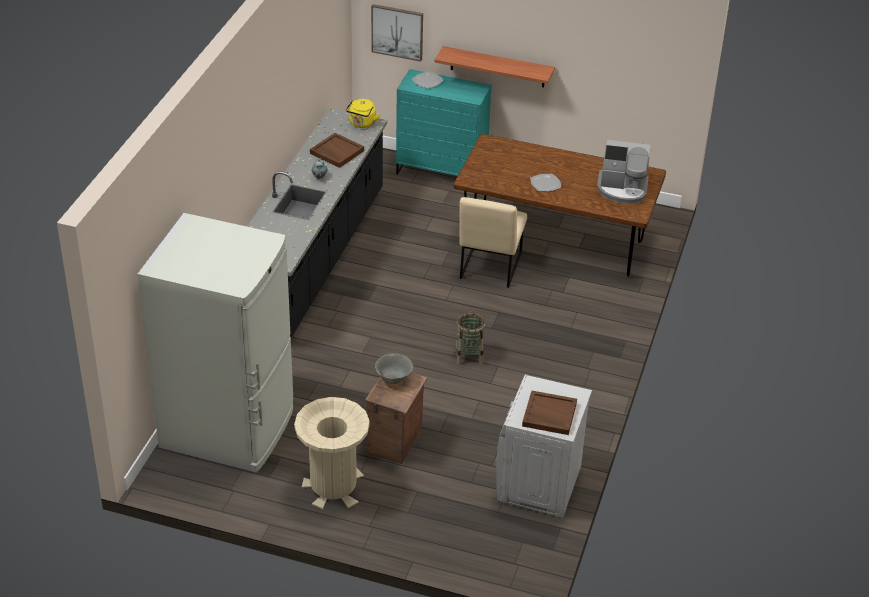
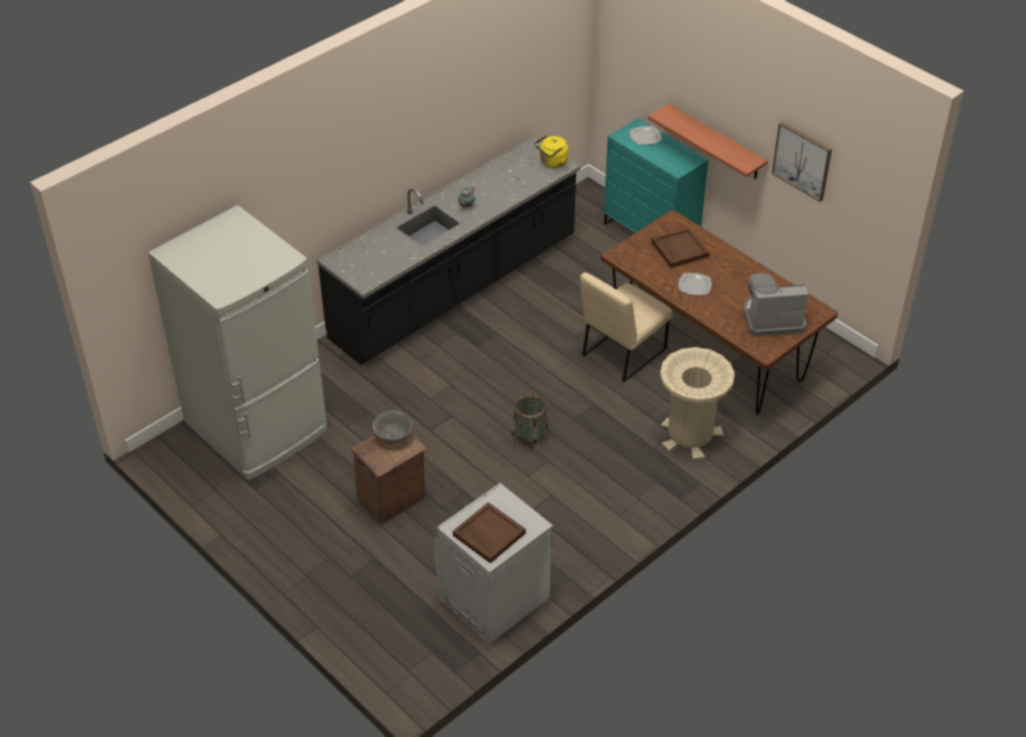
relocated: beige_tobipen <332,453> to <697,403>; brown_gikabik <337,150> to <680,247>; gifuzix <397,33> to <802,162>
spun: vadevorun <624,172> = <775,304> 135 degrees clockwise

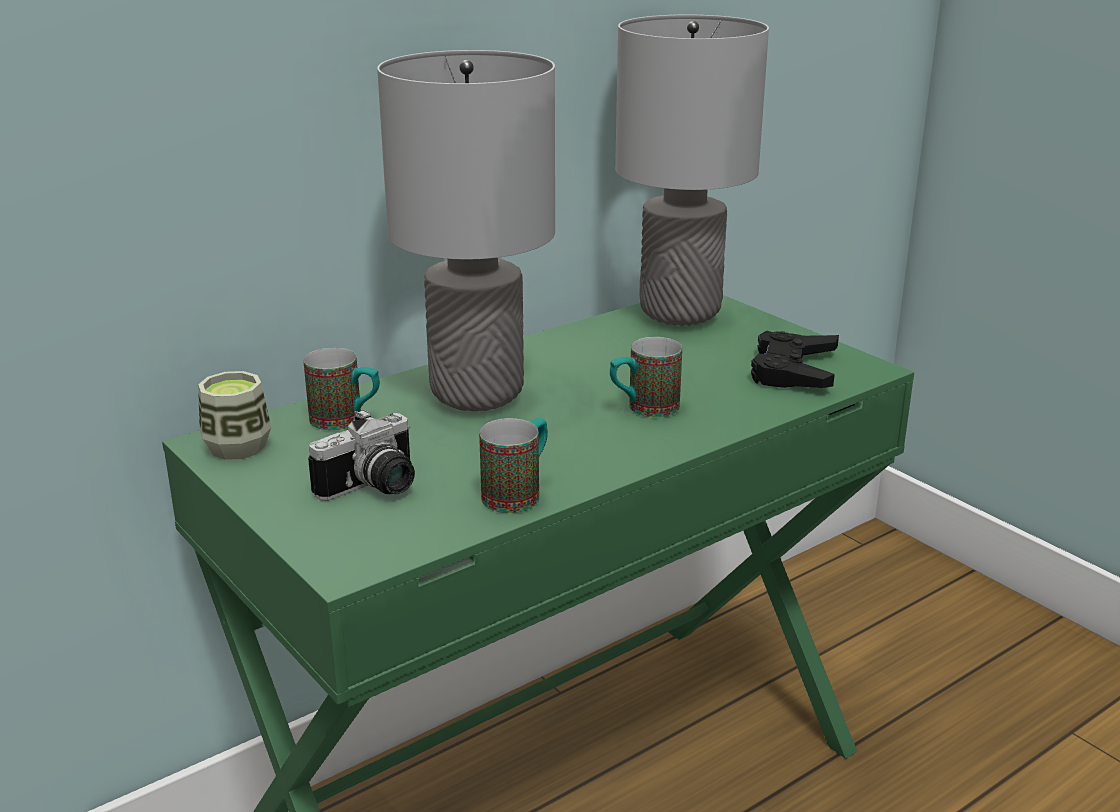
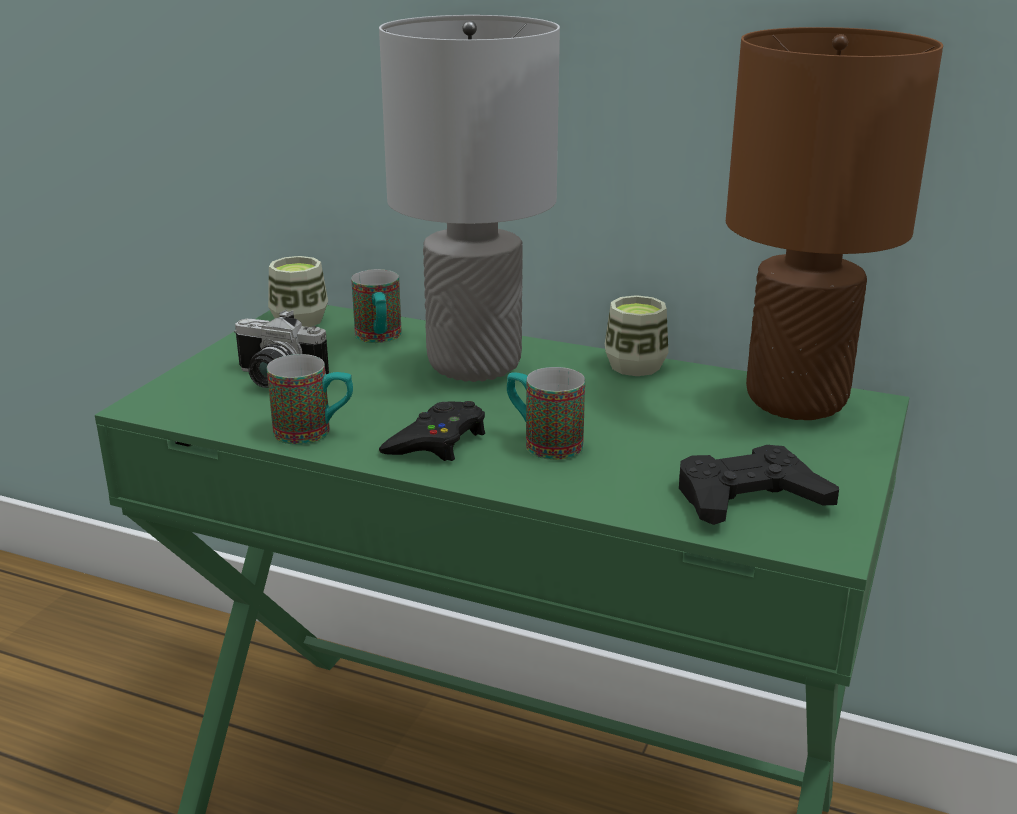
appeared: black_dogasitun <432,431>; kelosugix <636,335>
colour: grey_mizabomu <692,170> to brown_mizabomu <834,223>

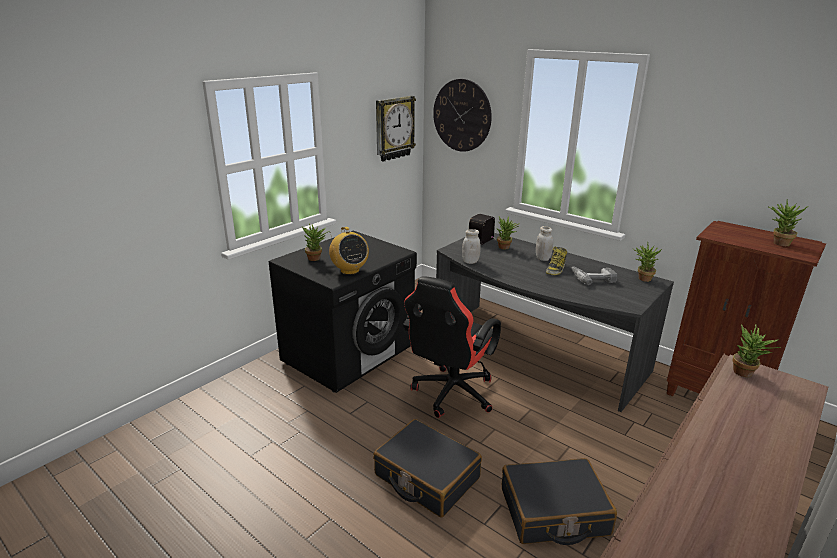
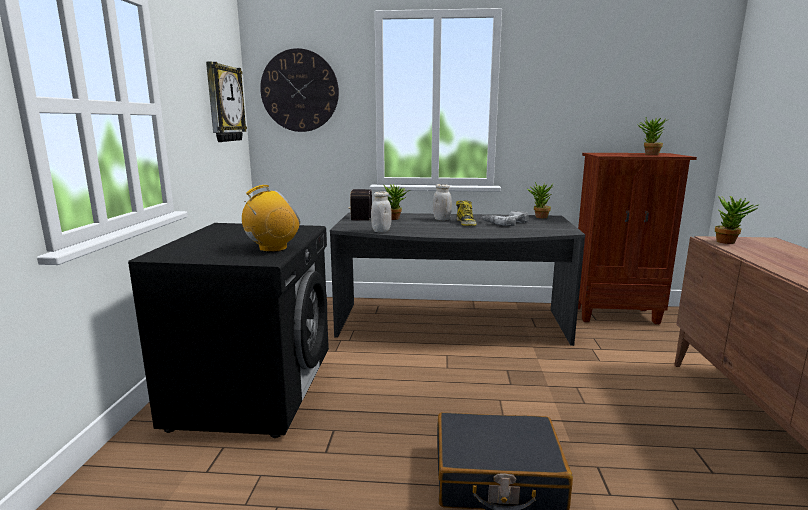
missing: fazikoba <315,242>; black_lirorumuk <452,347>; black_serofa <559,501>
spun: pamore <349,251> = <271,218> 60 degrees counterclockwise

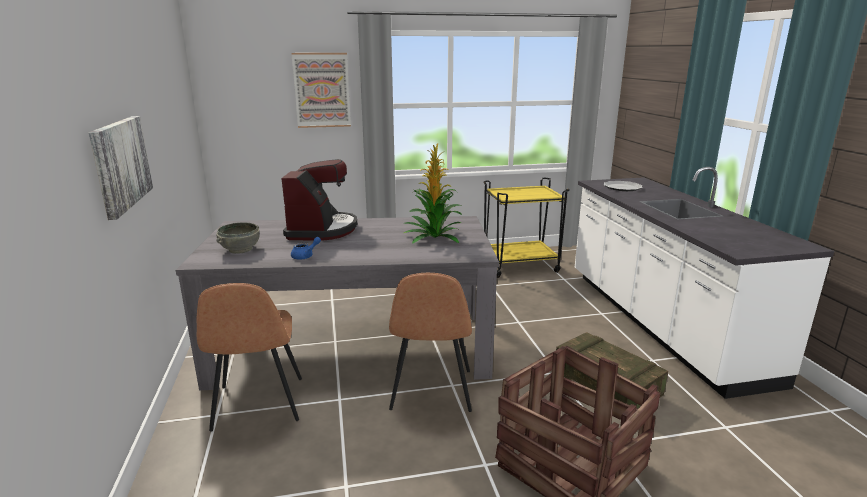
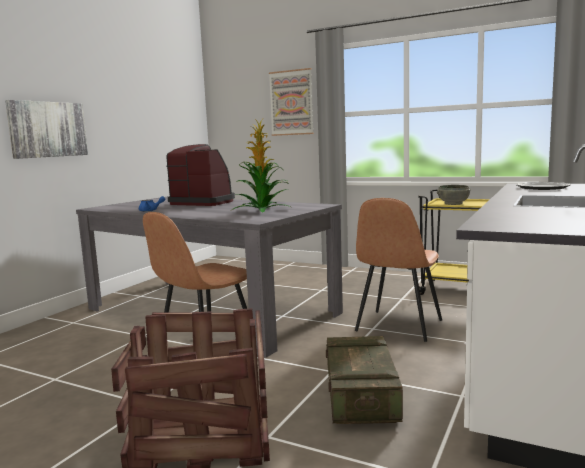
relocated: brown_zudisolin <249,357> to <398,270>; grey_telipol <238,238> to <453,195>
spun: vadevorun <319,200> = <200,175> 105 degrees counterclockwise

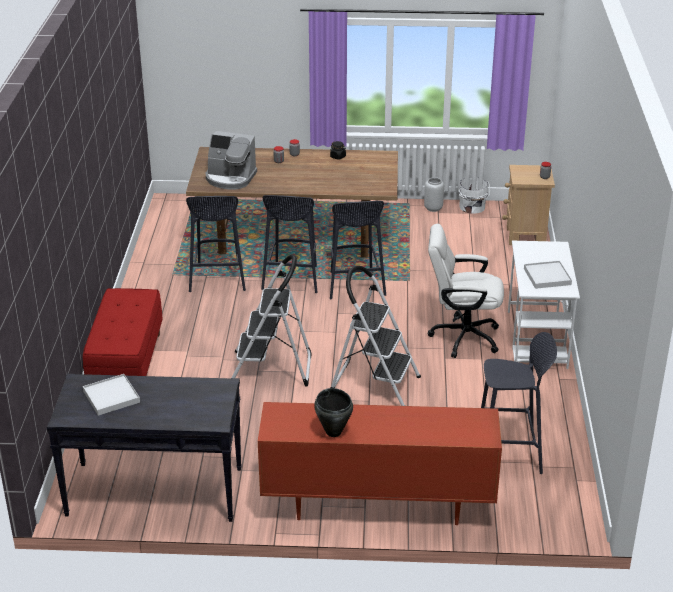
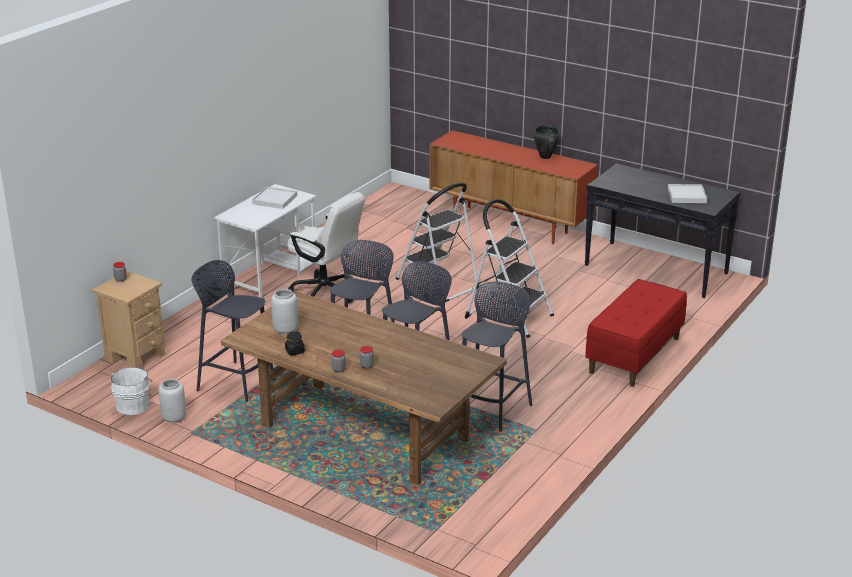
missing: vadevorun <231,160>
appeared: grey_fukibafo <284,312>
relocated: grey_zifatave <519,403> to <233,331>

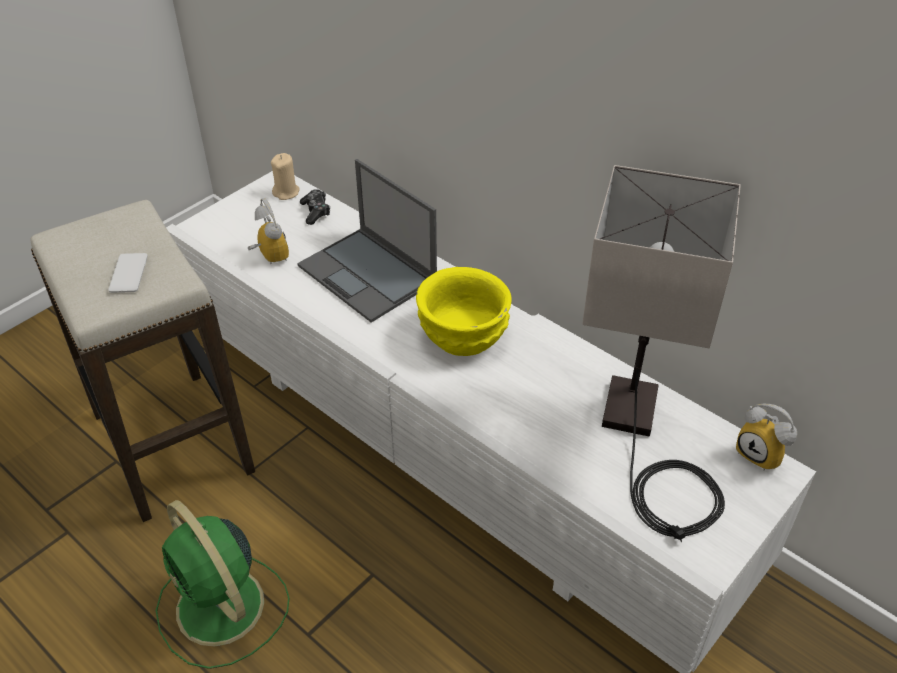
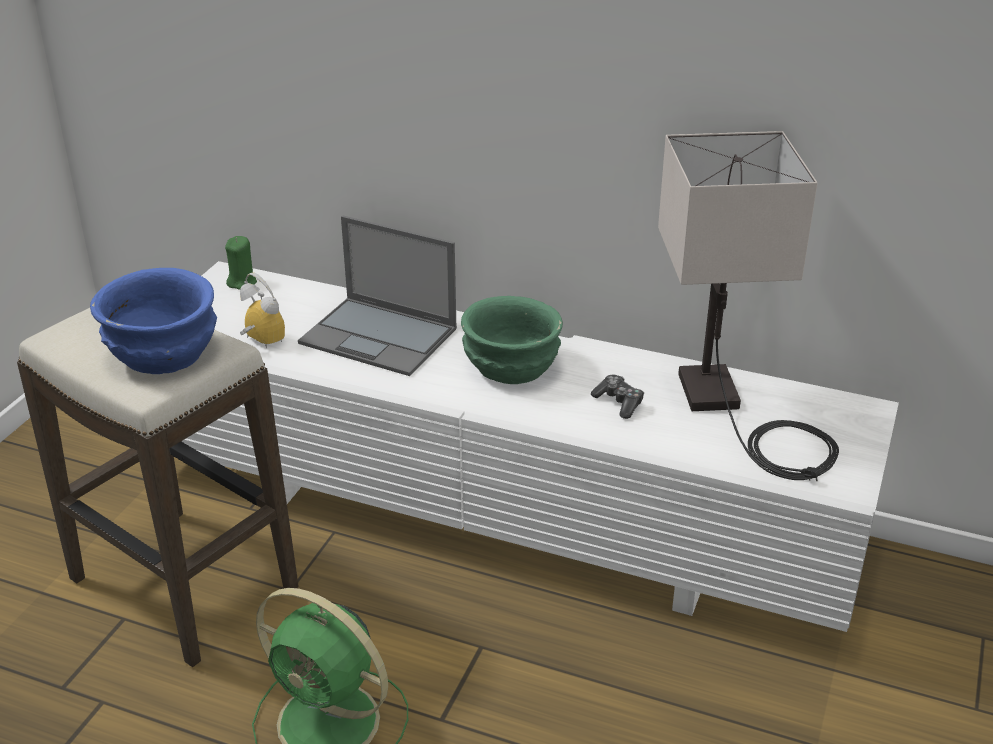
missing: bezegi <766,437>
relocated: dogasitun <315,207> to <617,397>
exchanged: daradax <128,273> to blue_telipol <153,321>
colour: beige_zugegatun <285,176> to green_zugegatun <241,263>; yellow_telipol <464,311> to green_telipol <512,340>

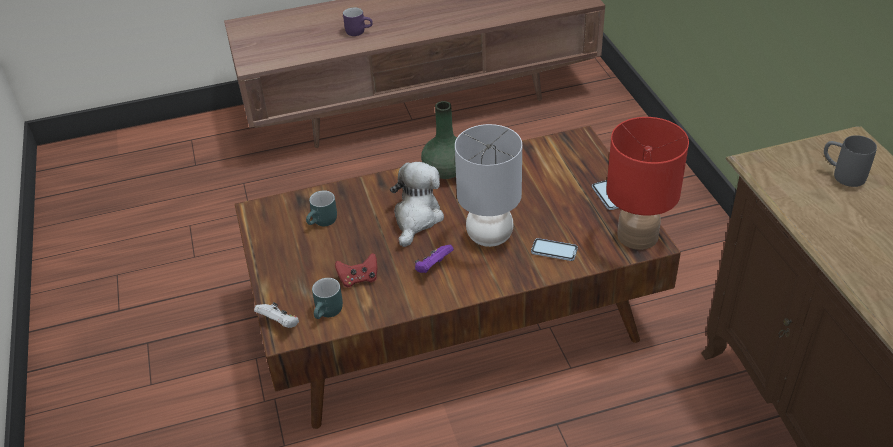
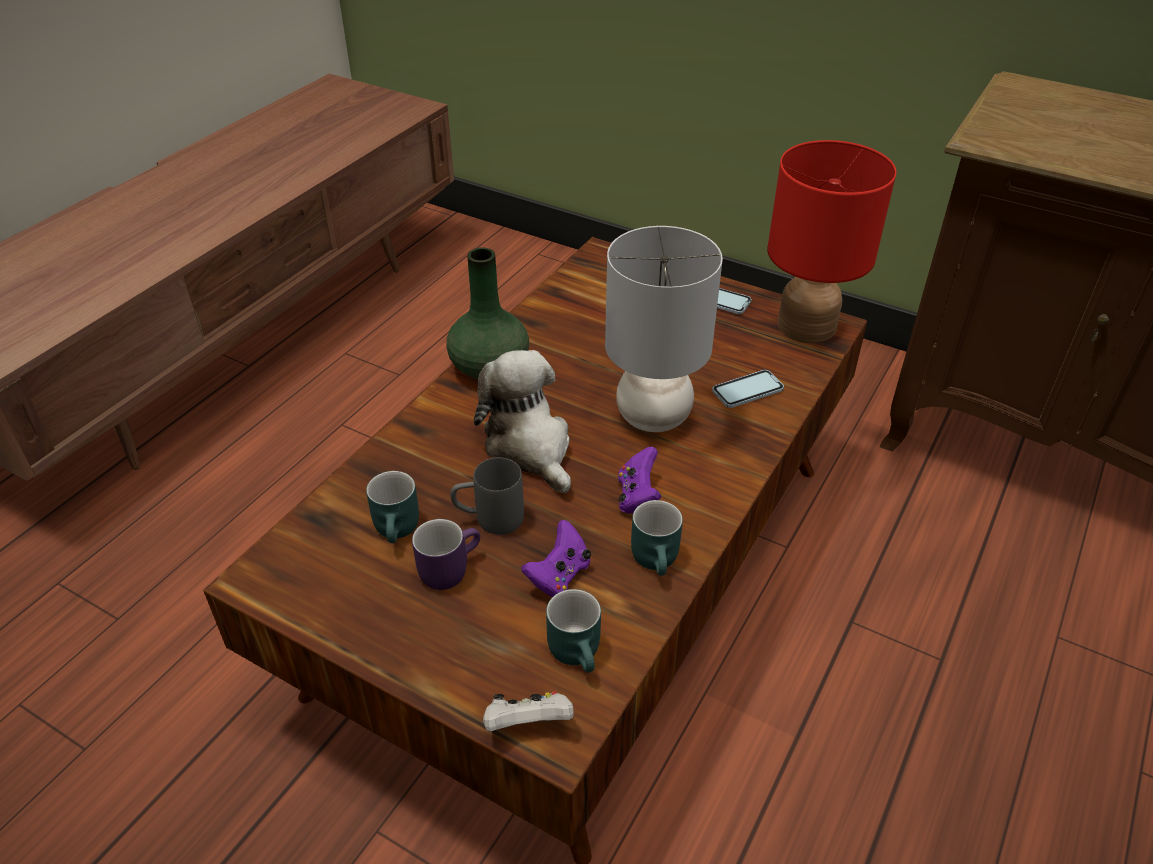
appeared: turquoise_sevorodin <657,538>
relocated: purple_sevorodin <358,22> to <446,554>; grey_sevorodin <850,161> to <487,496>
colour: red_dogasitun <356,270> to purple_dogasitun <556,558>

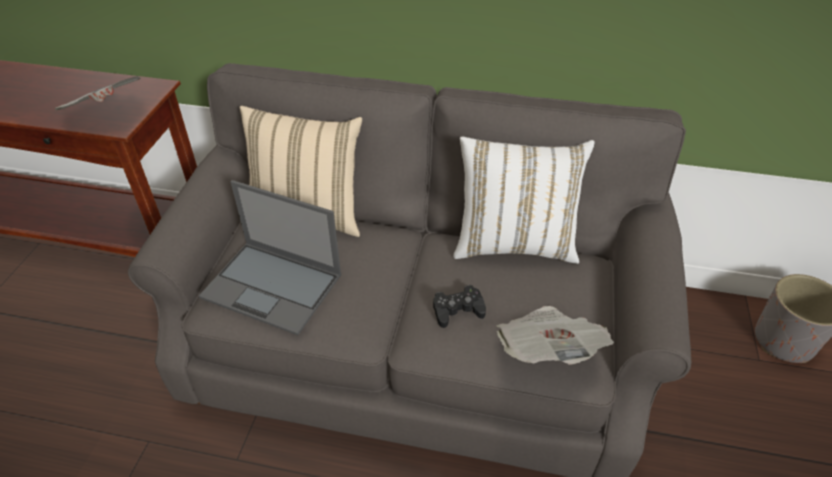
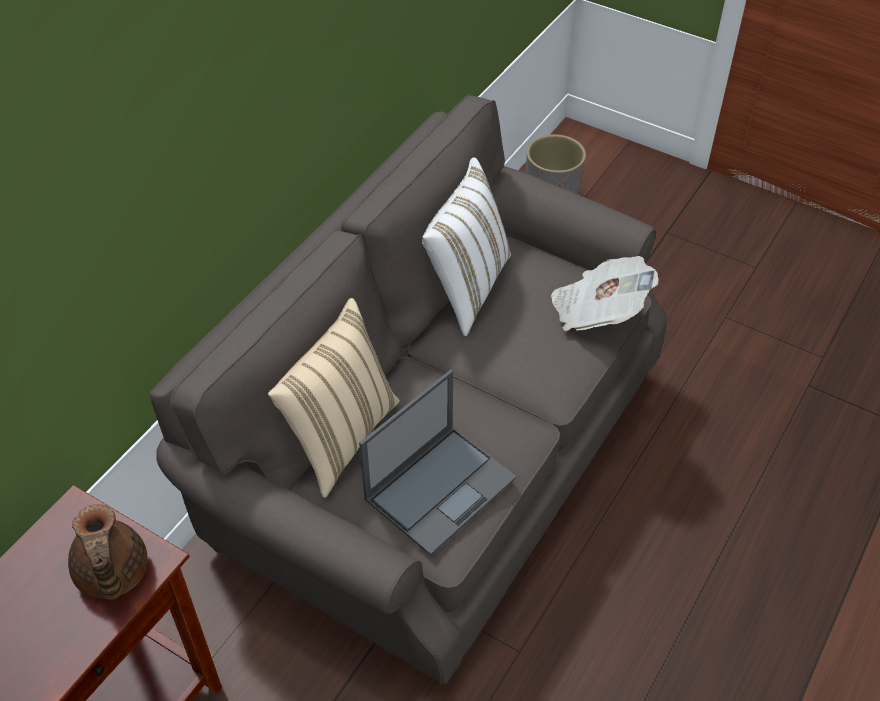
missing: black_dogasitun <459,306>
exchanged: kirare <98,93> to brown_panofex <107,552>

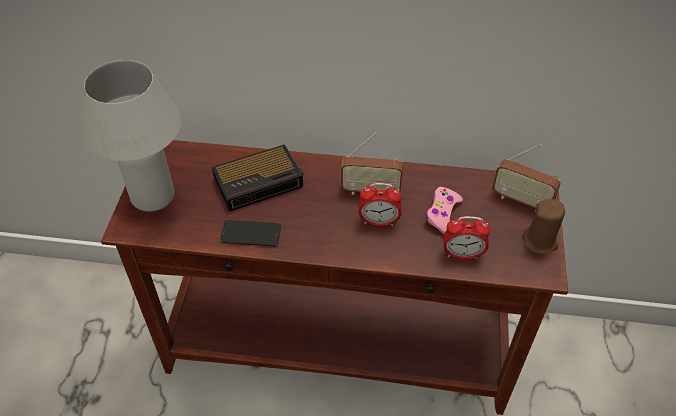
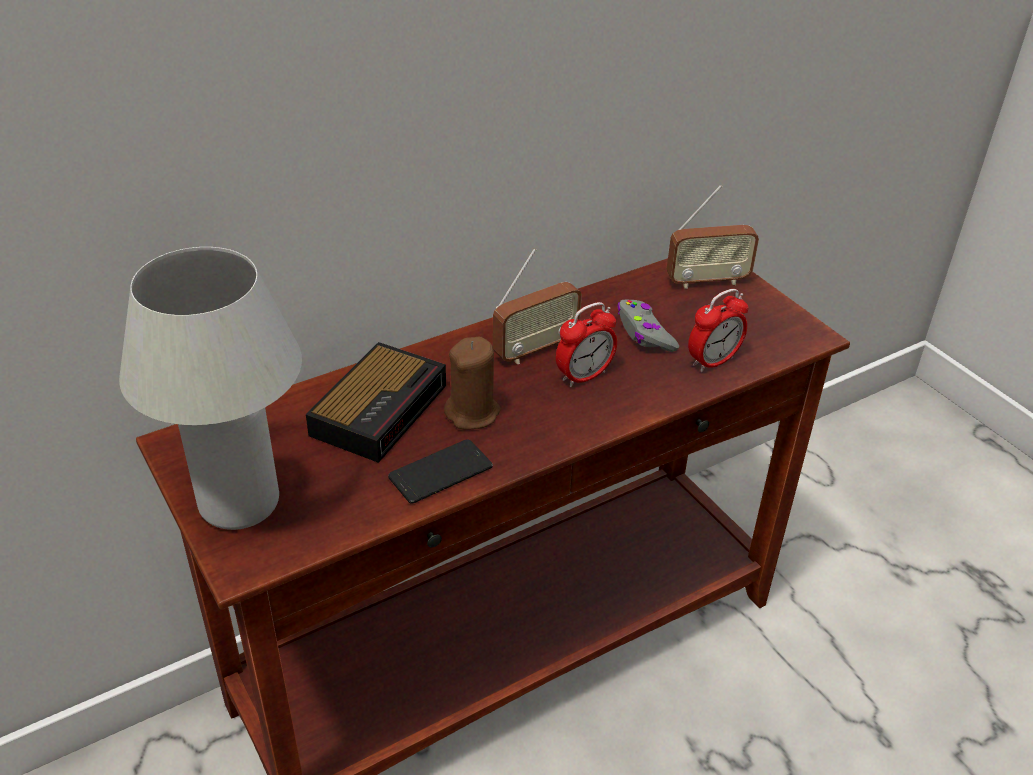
relocated: brown_zugegatun <544,227> to <472,383>
colour: pink_dogasitun <444,210> to grey_dogasitun <648,326>

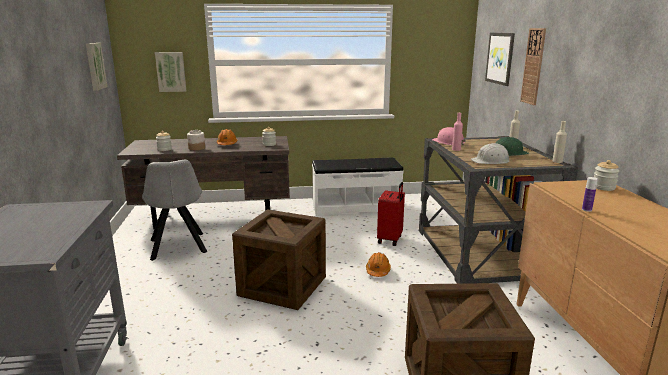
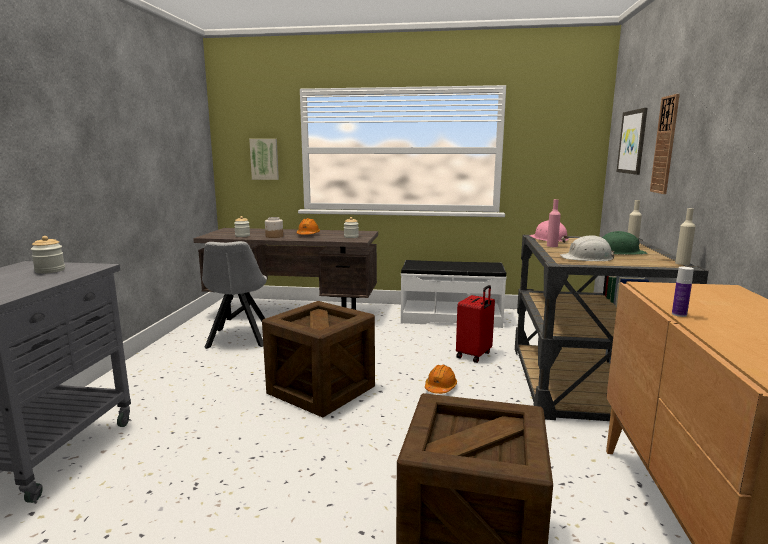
missing: gifuzix <97,67>
relocated: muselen <606,175> to <48,255>

